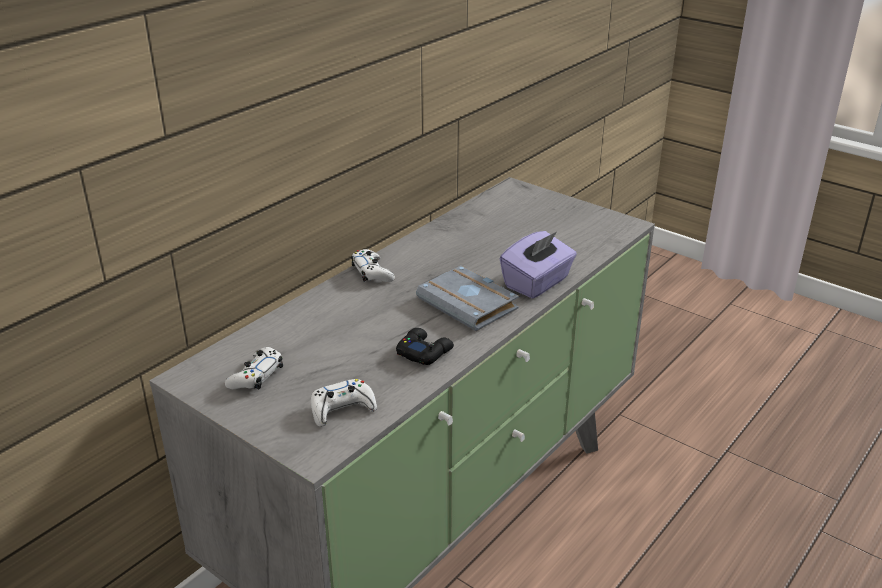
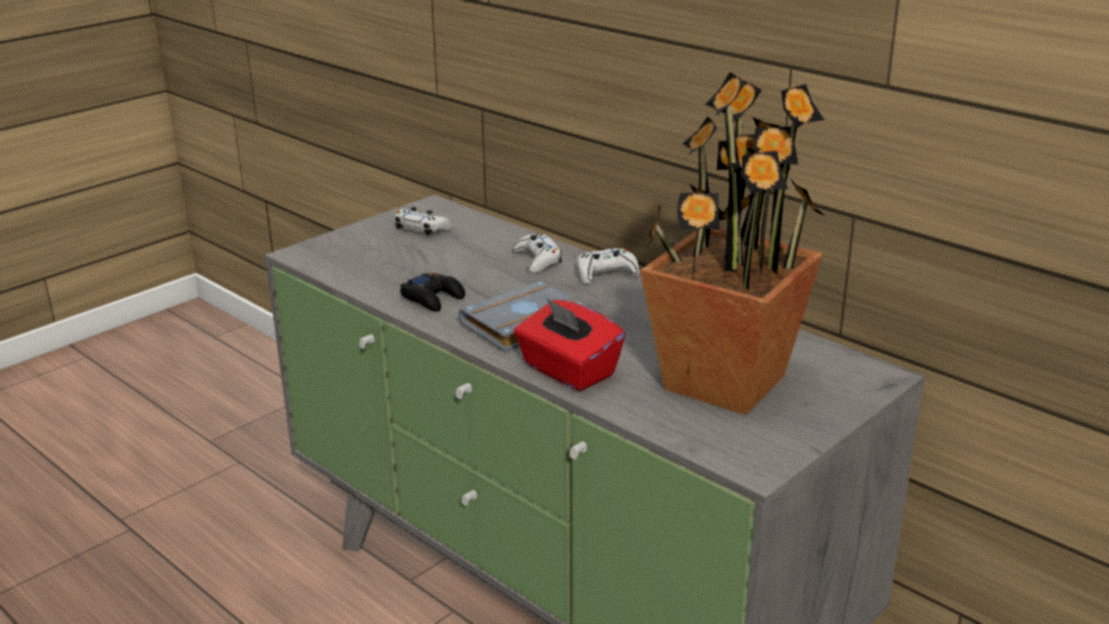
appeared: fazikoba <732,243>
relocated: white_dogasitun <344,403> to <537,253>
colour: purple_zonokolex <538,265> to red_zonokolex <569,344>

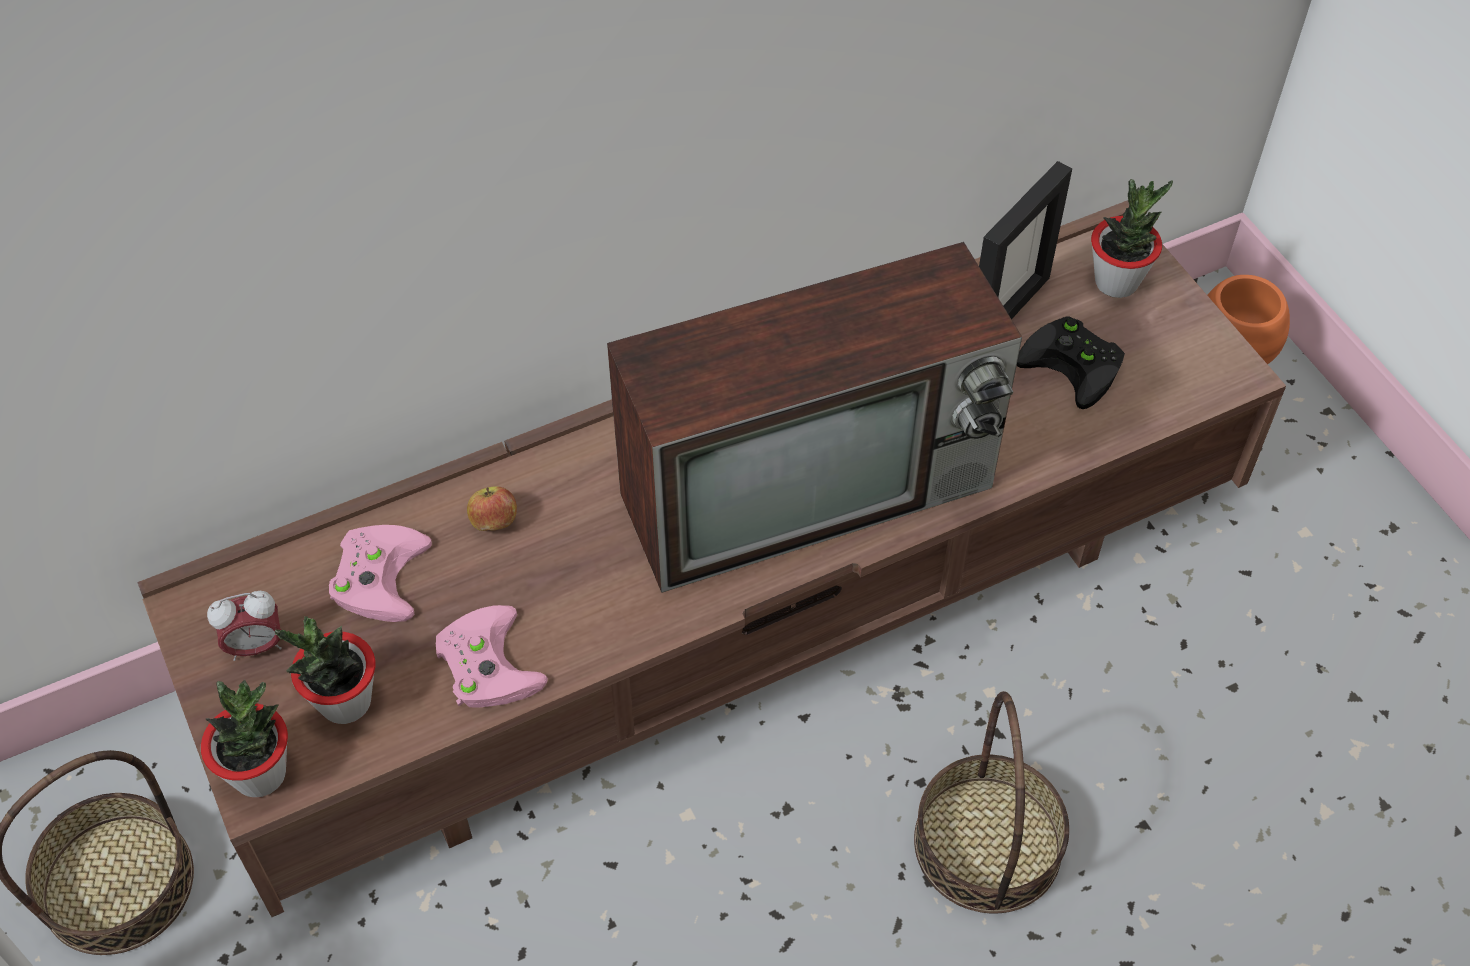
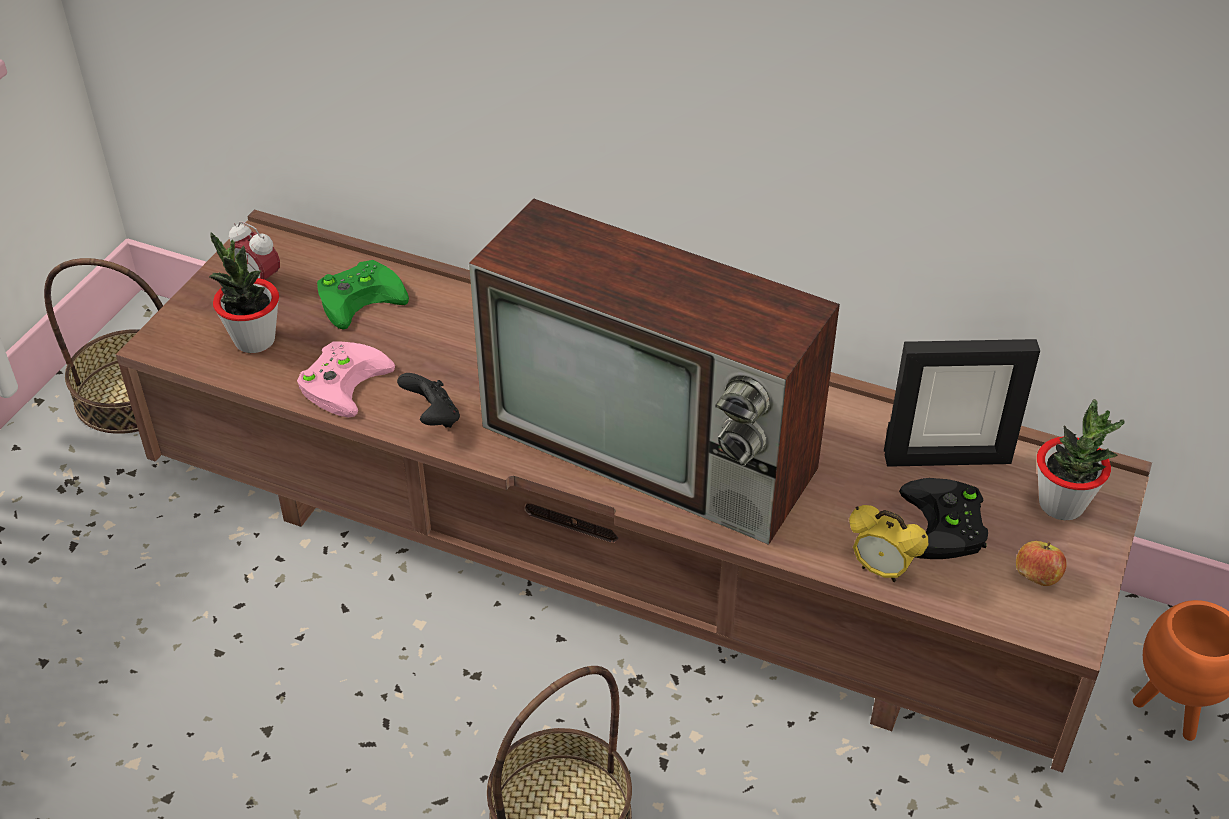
missing: fazikoba <244,738>
appeared: black_dogasitun <428,400>; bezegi <888,543>
relocated: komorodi <492,508> to <1041,563>
colour: pink_dogasitun <380,573> to green_dogasitun <363,295>

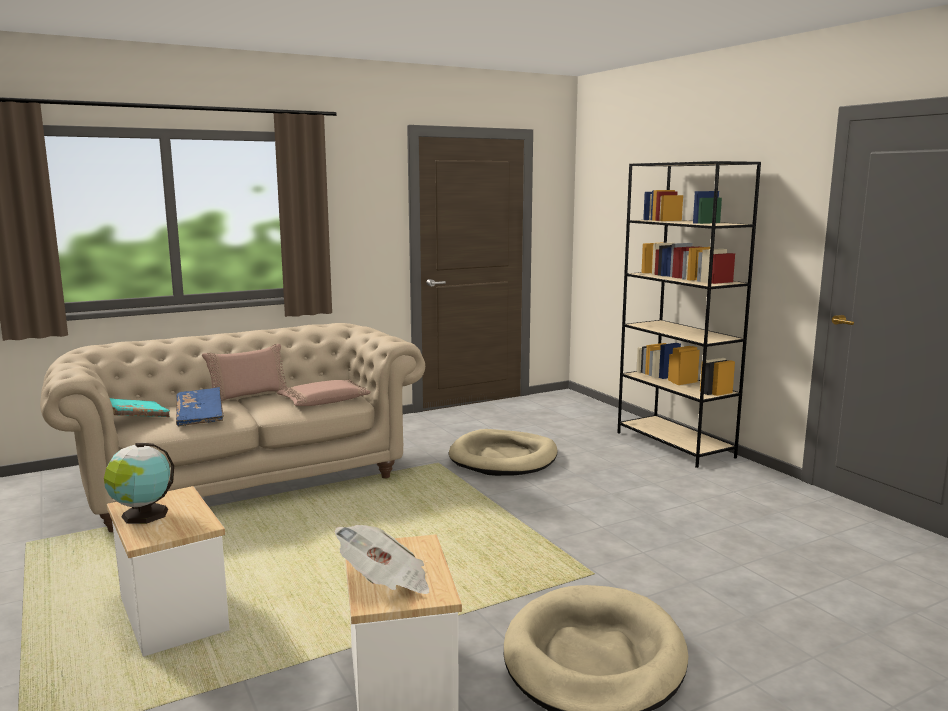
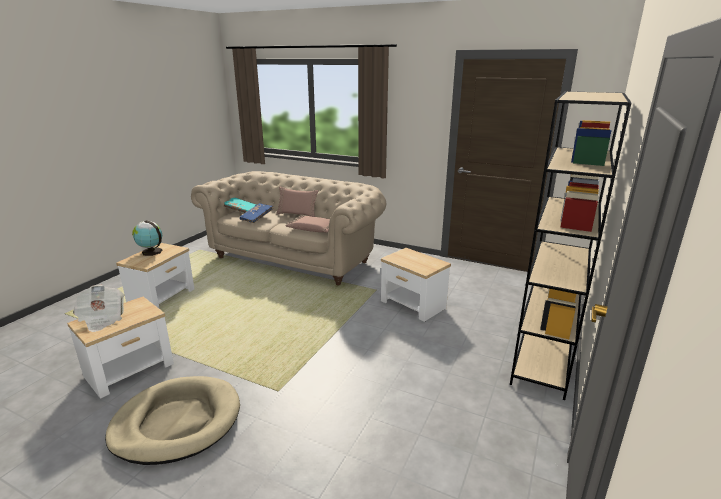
exchanged: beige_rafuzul <503,452> to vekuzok <416,285>

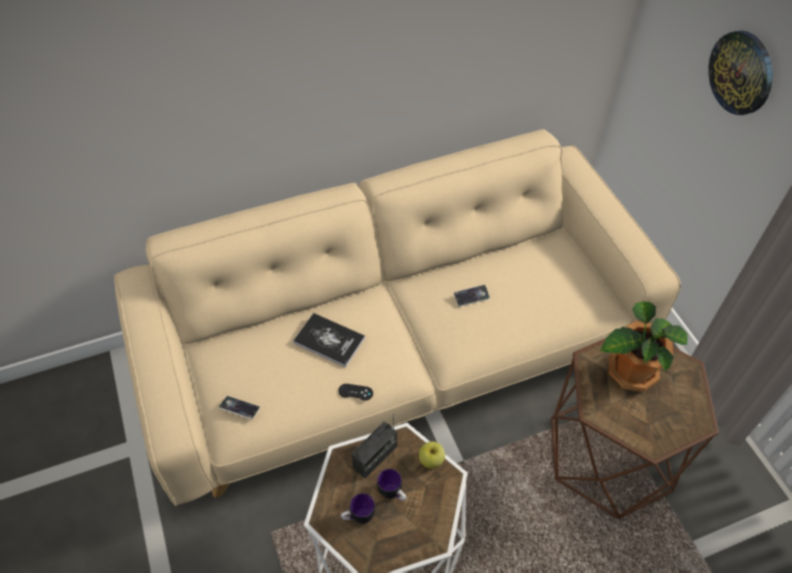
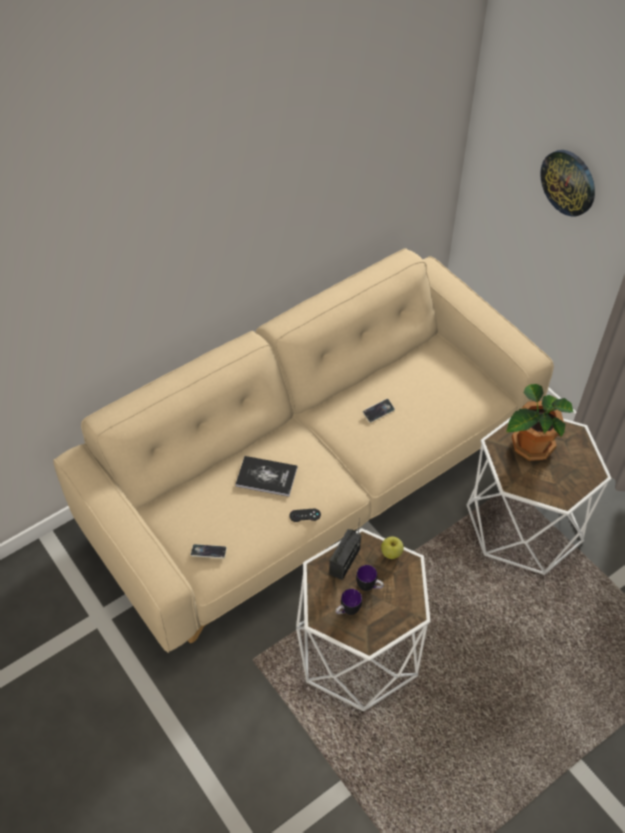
colour: brown_vekuzok <635,428> to white_vekuzok <539,496>

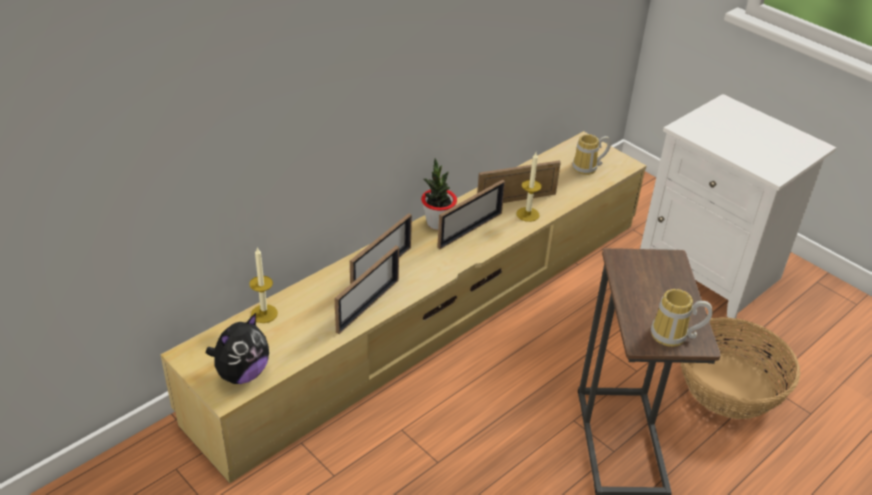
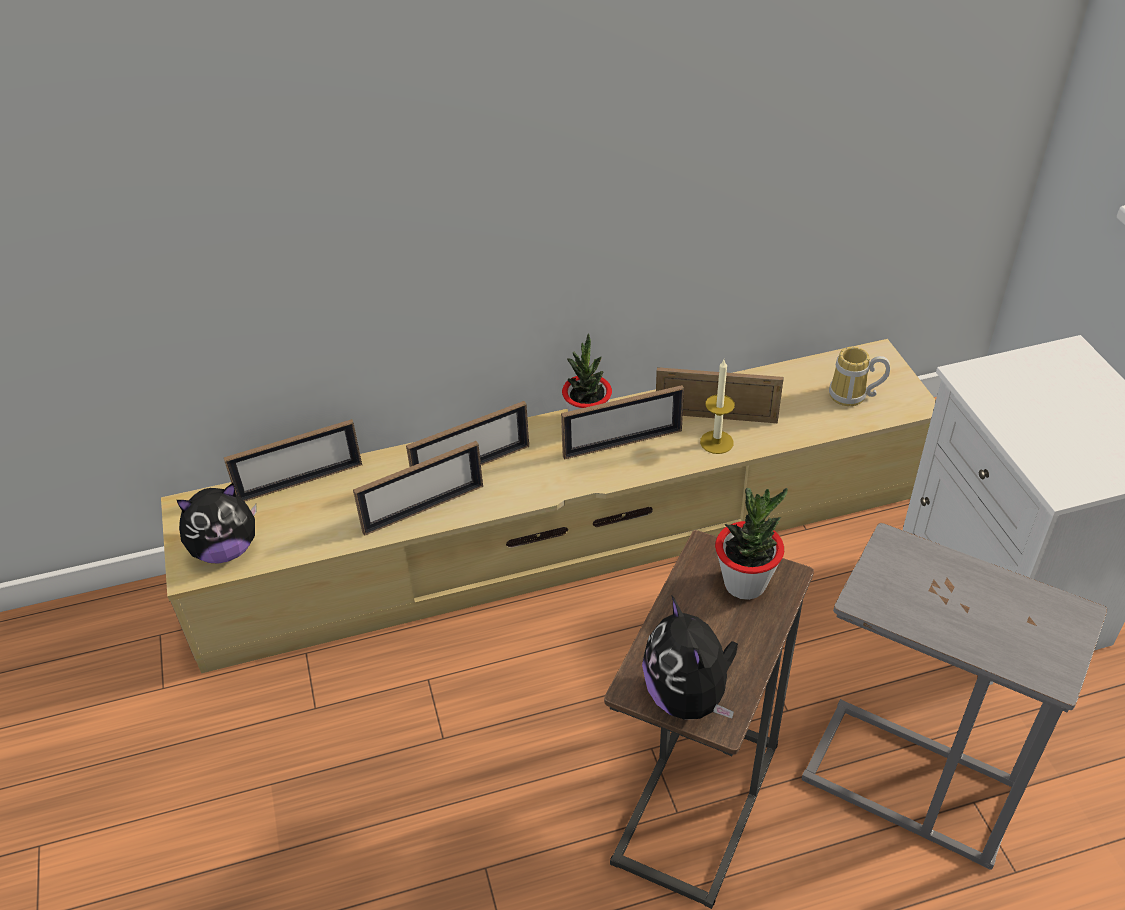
appeared: fazikoba <751,544>
exchanged: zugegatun <263,285> to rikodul <293,460>; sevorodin <681,318> to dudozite <690,658>; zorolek <740,368> to grey_vekuzok <954,696>

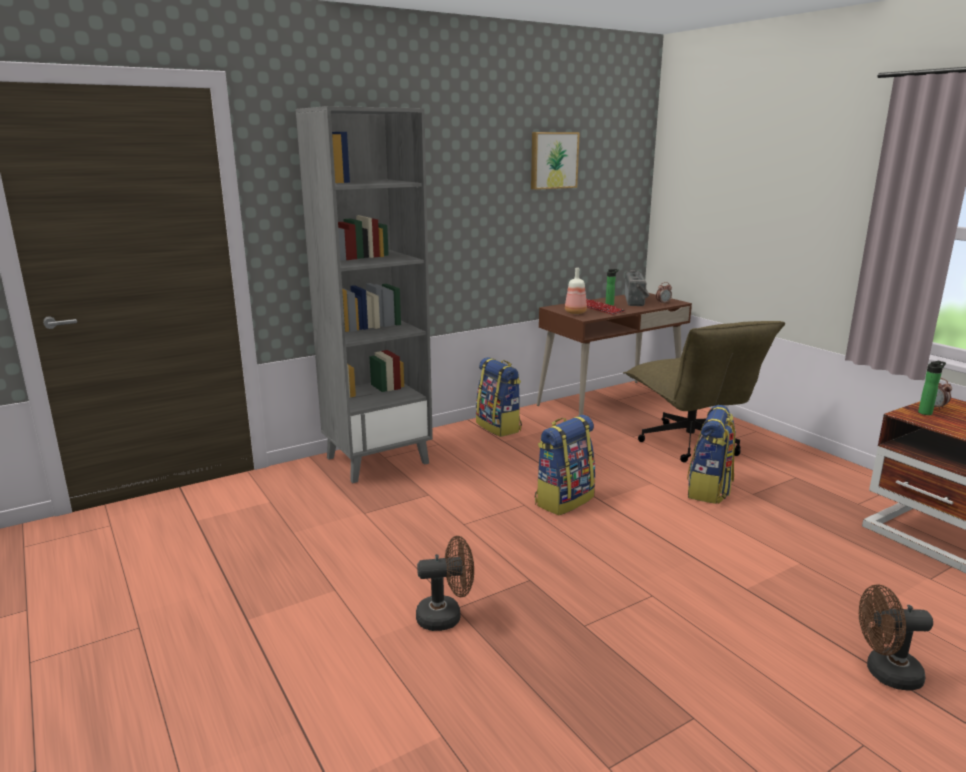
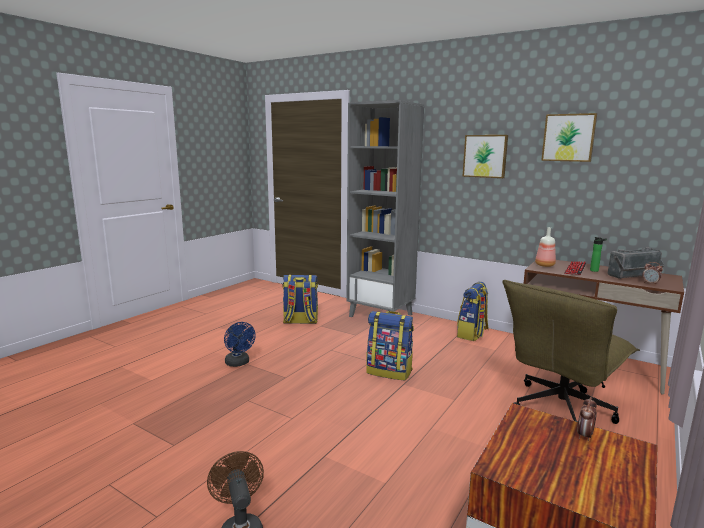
missing: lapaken <932,388>
appeared: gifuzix <485,156>
relocated: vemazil <711,454> to <300,299>
colour: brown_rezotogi <445,583> to blue_rezotogi <240,344>

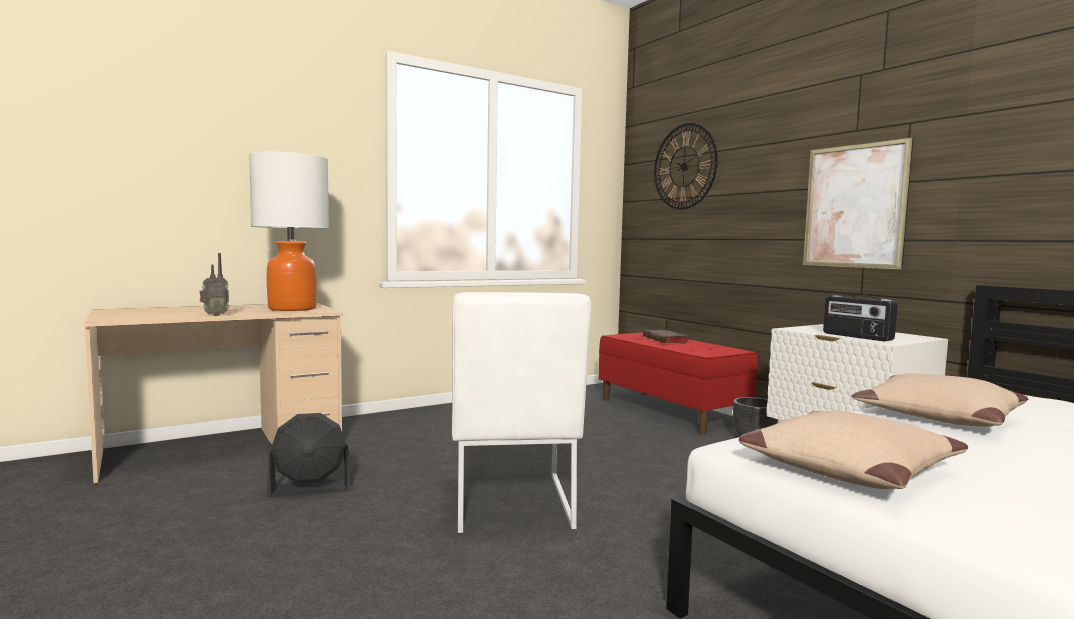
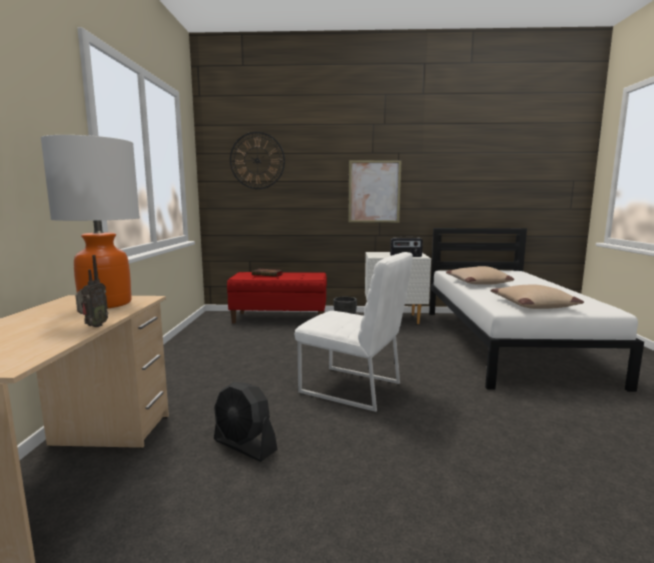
spun: black_rezotogi <309,455> = <245,422> 105 degrees clockwise

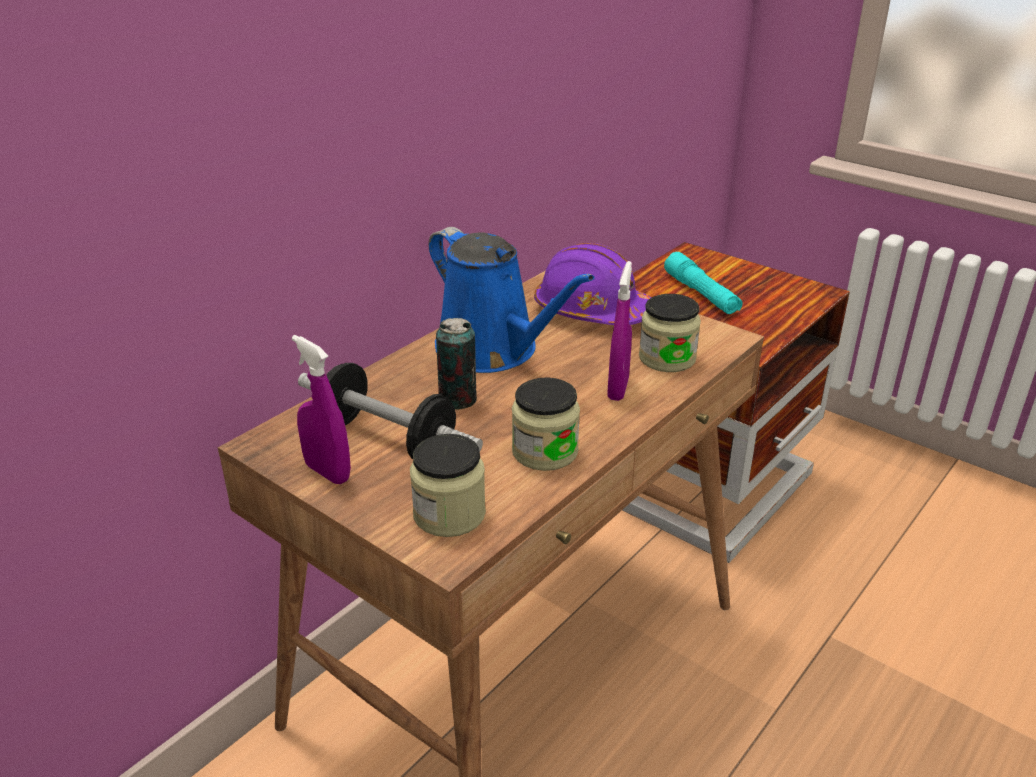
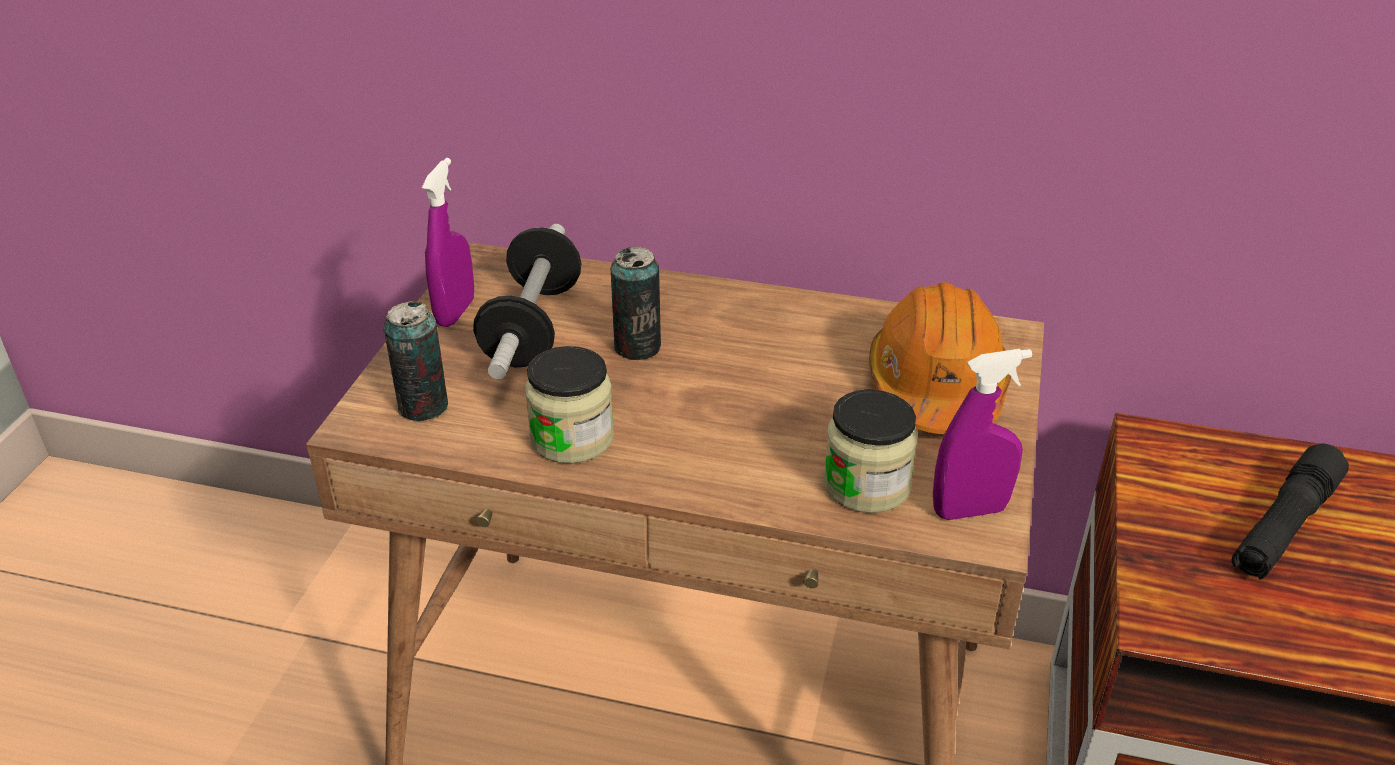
missing: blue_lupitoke <512,300>
relocated: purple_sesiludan <620,331> to <982,434>
exchanged: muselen <448,485> to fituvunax <416,361>
colour: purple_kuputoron <592,284> to orange_kuputoron <940,358>; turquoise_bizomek <703,283> to black_bizomek <1290,511>

